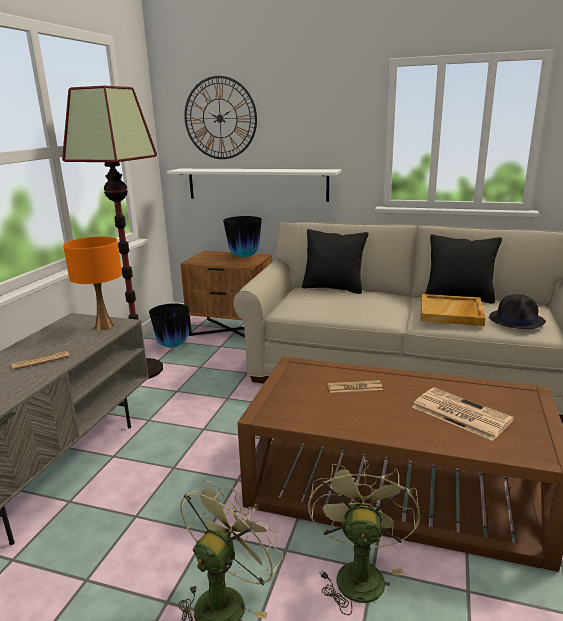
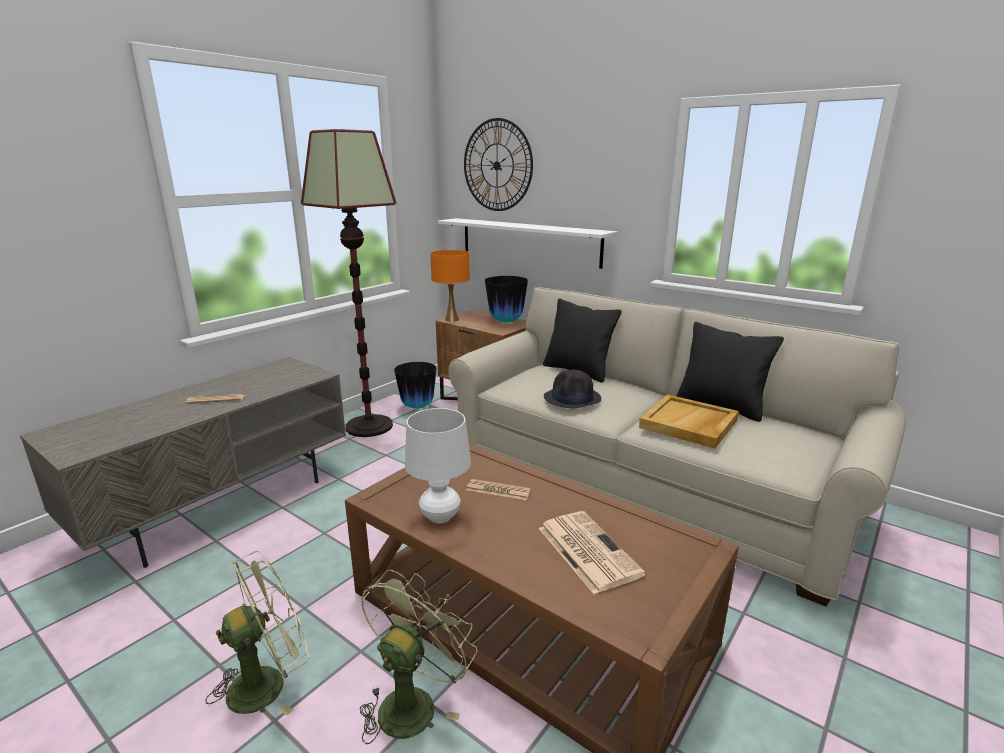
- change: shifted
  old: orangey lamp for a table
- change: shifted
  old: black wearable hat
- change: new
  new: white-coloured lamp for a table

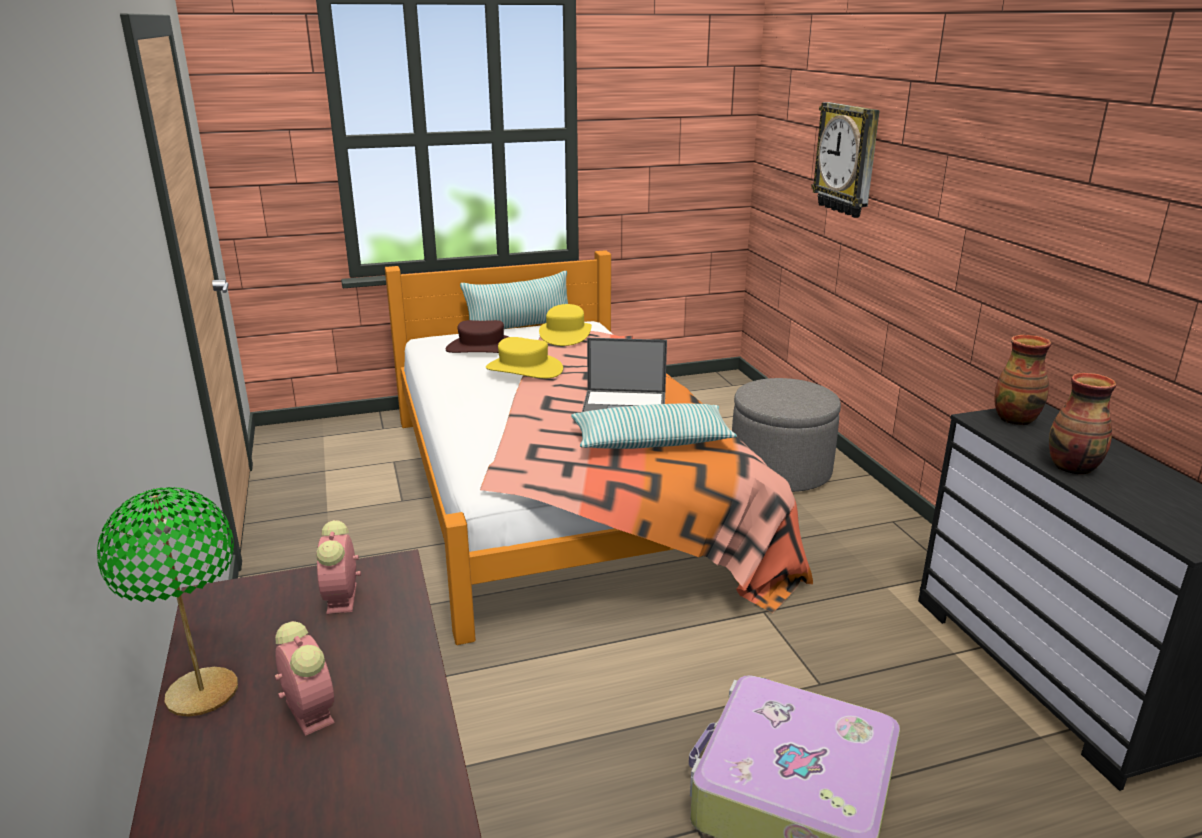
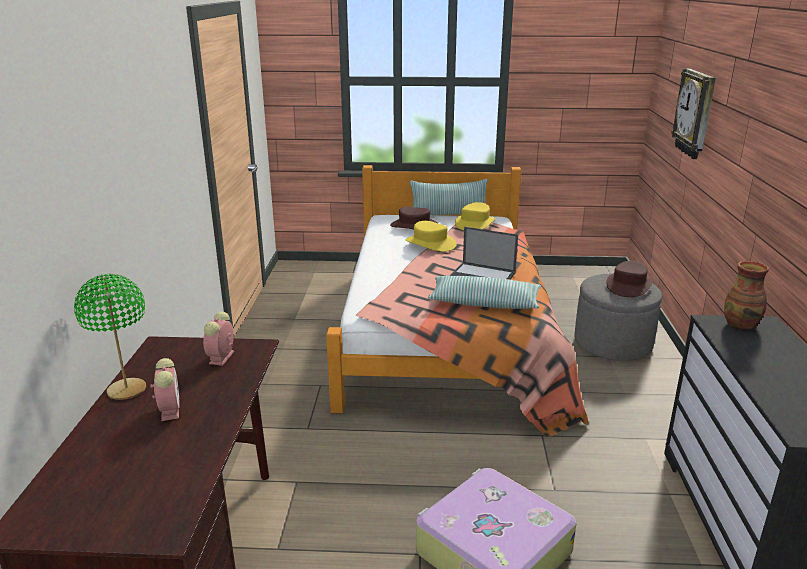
- change: gone
  old: vase (no. 2 from left)
- change: new
  new: brownish wearable hat (no. 2 from left)

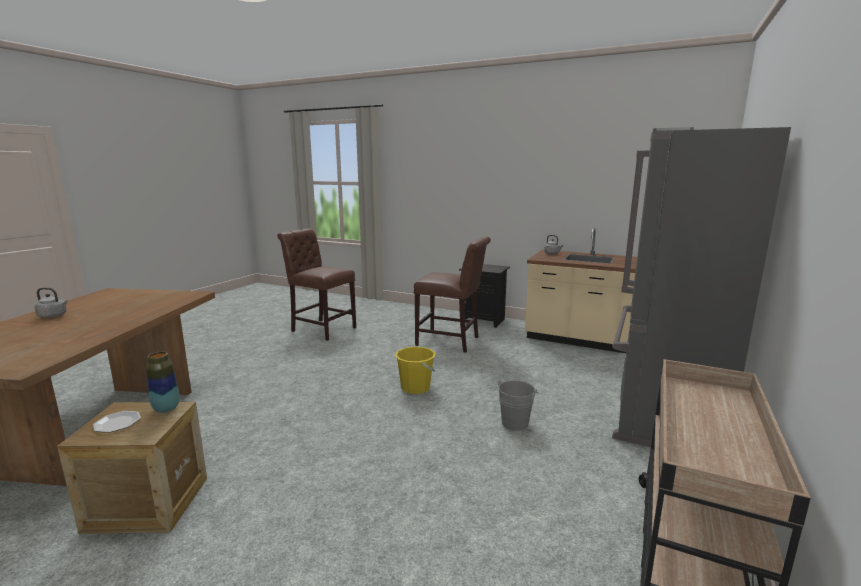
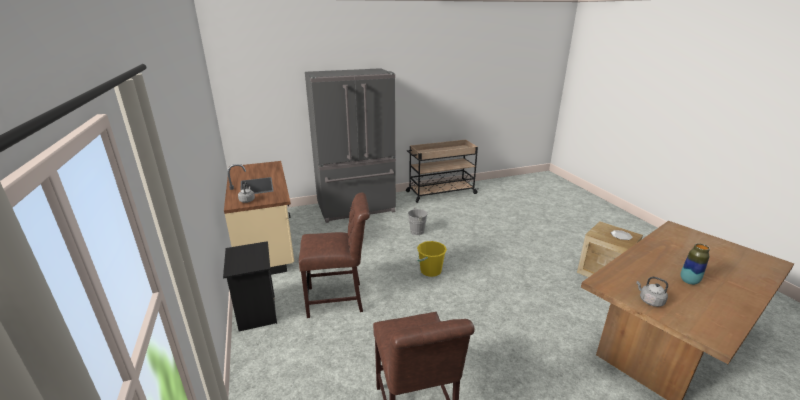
- change: rotated
  old: brownish chair (no. 2 from left in the first image)
  degrees: 105
- change: shifted
  old: grey kettle (no. 1 from left in the first image)
  new: grey kettle (no. 2 from left)
- change: shifted
  old: vase

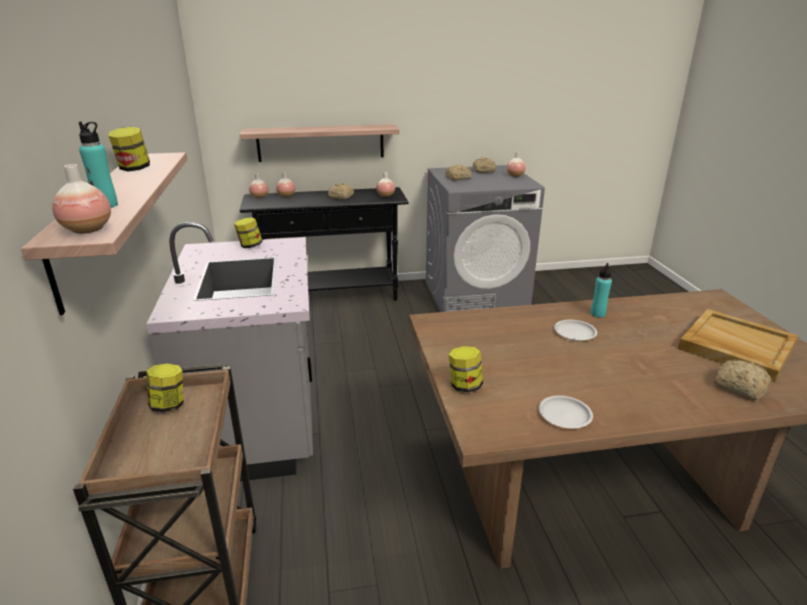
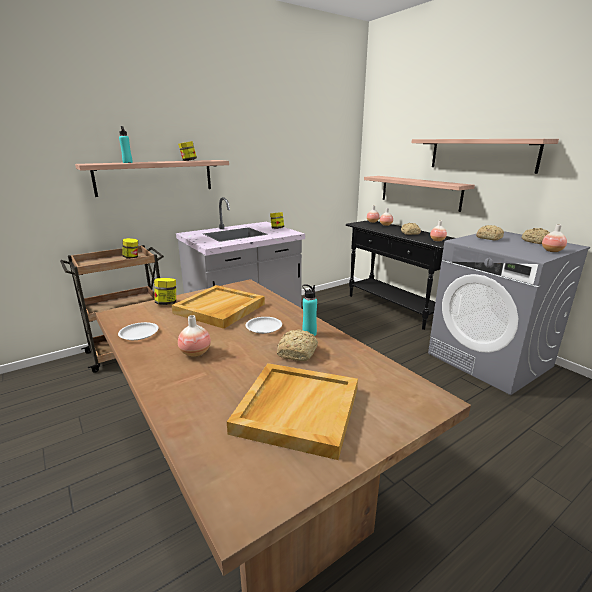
- change: shifted
  old: vase (no. 1 from left)
- change: shifted
  old: bakery bread (no. 4 from left in the first image)
  new: bakery bread (no. 1 from left)
- change: new
  new: bracket shelf (no. 3 from left)
- change: new
  new: beige-coloured carrying tray (no. 1 from left)

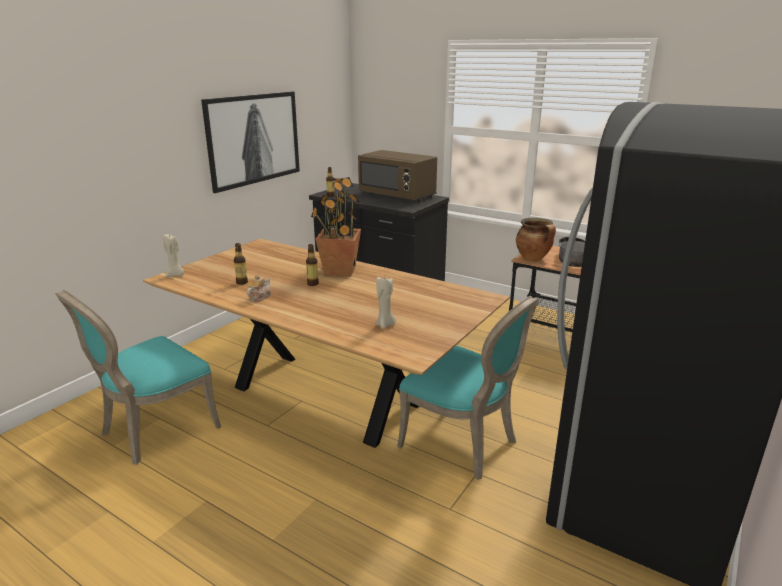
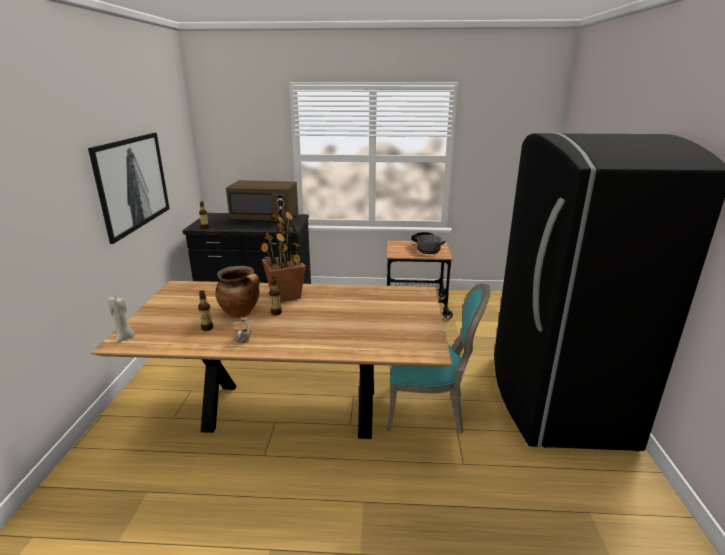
- change: shifted
  old: cooking pot (no. 1 from left)
- change: gone
  old: beige-coloured candle (no. 2 from left)
- change: gone
  old: turquoise chair (no. 1 from left)

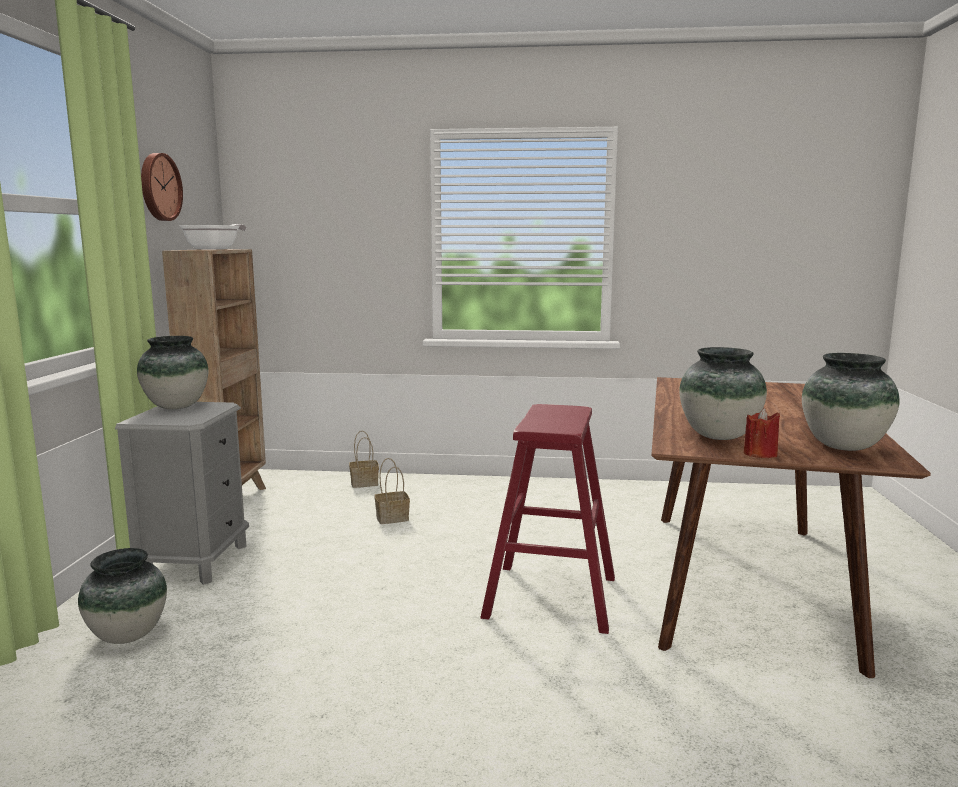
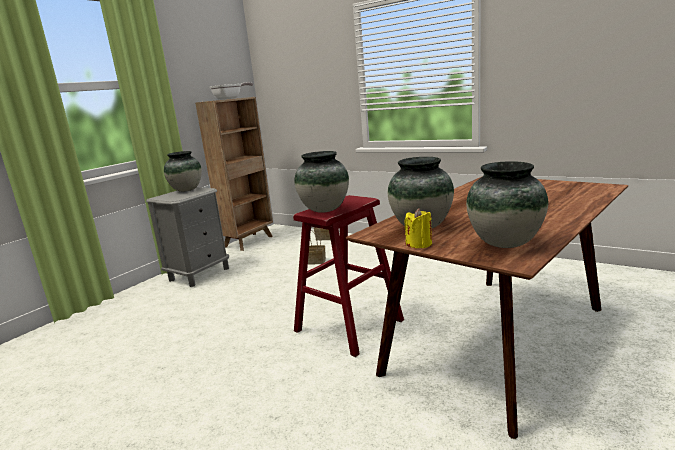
- change: gone
  old: clock on the wall
- change: repainted
  old: red candle
  new: yellow-coloured candle
- change: shifted
  old: vase (no. 1 from left in the first image)
  new: vase (no. 2 from left)

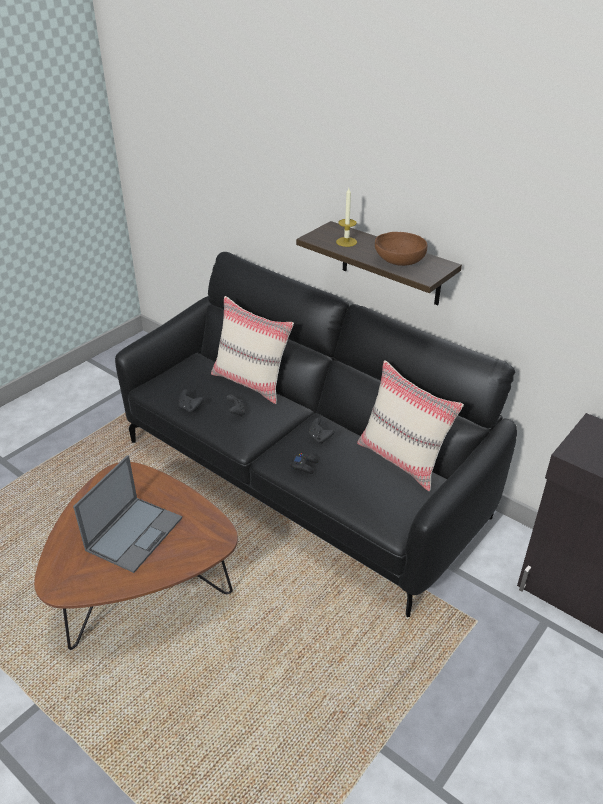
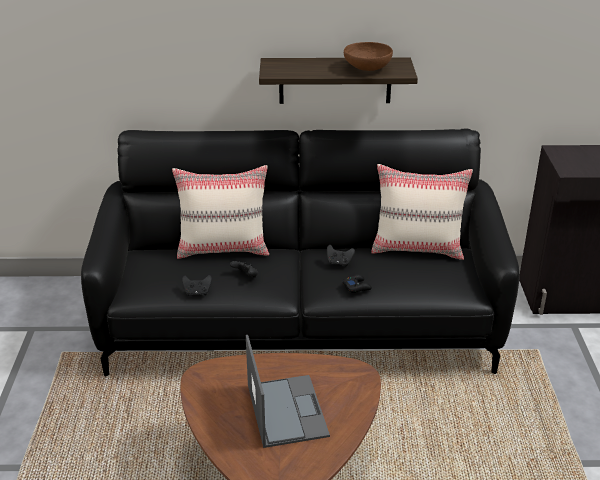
- change: gone
  old: candle

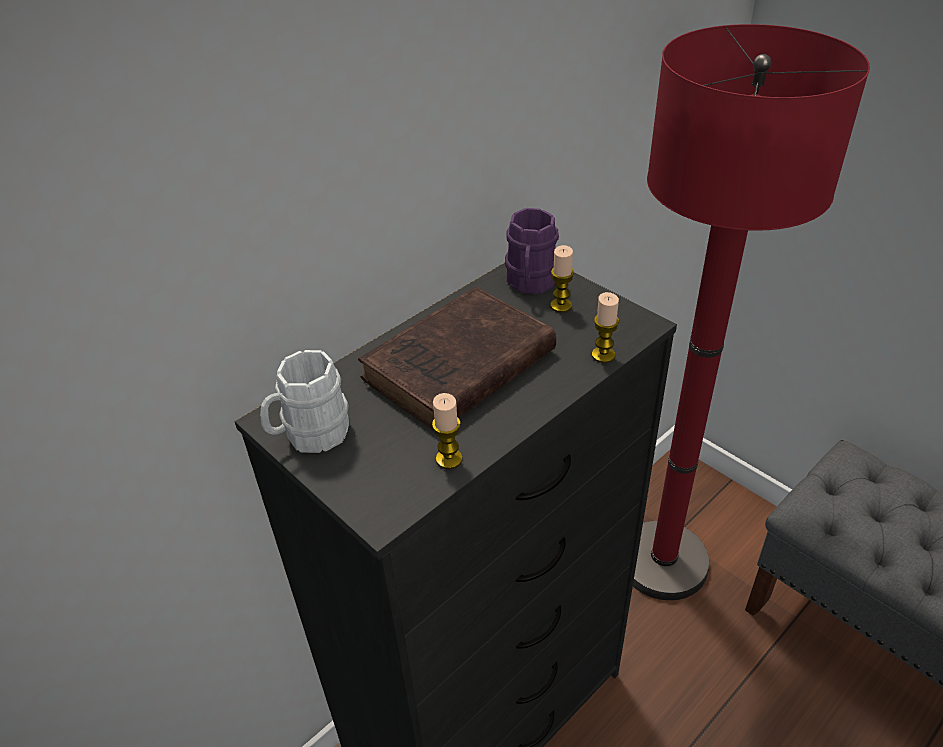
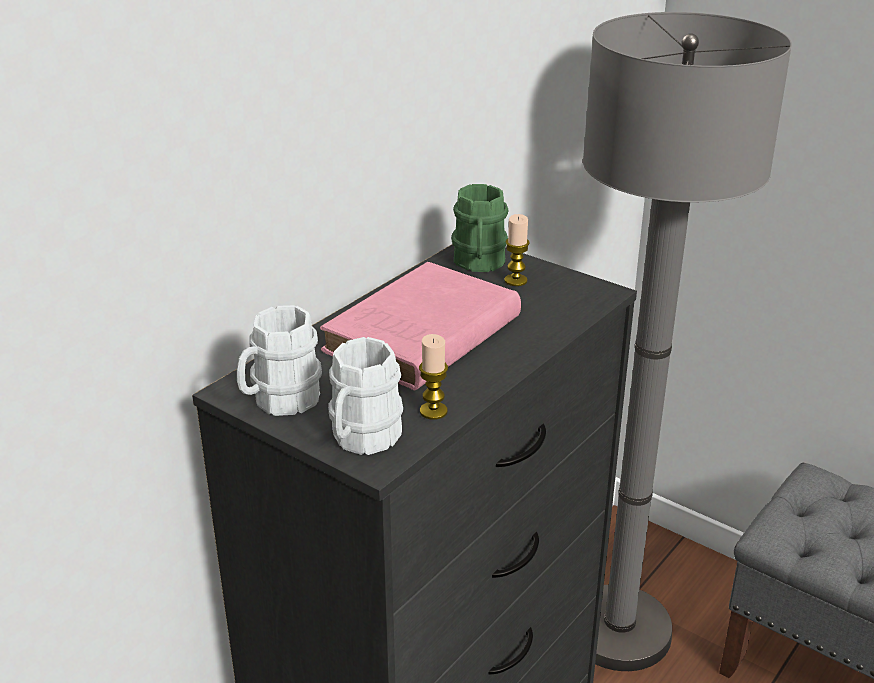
- change: repainted
  old: red standard lamp
  new: grey standard lamp
- change: repainted
  old: purple-coloured coffee mug
  new: green coffee mug
- change: repainted
  old: brownish volume
  new: pinkish volume
- change: gone
  old: candle (no. 3 from left)
- change: new
  new: white-coloured coffee mug (no. 2 from left)

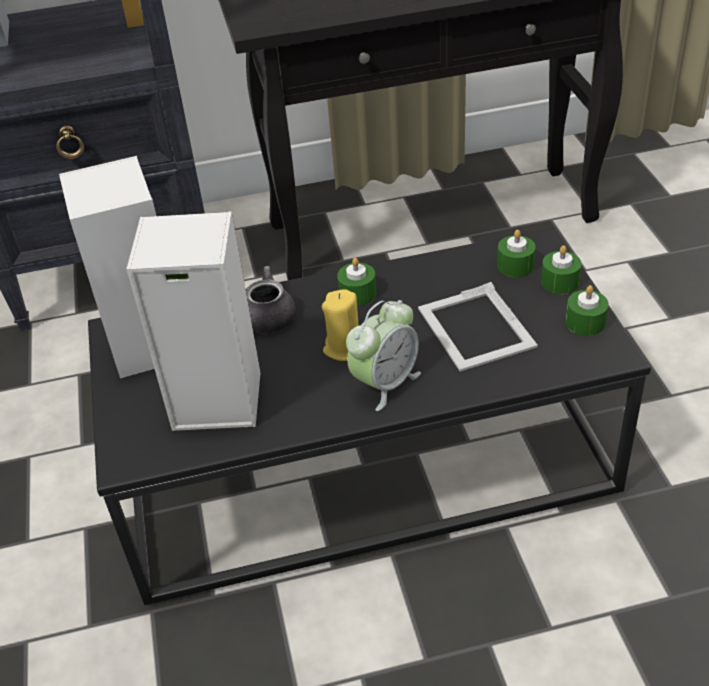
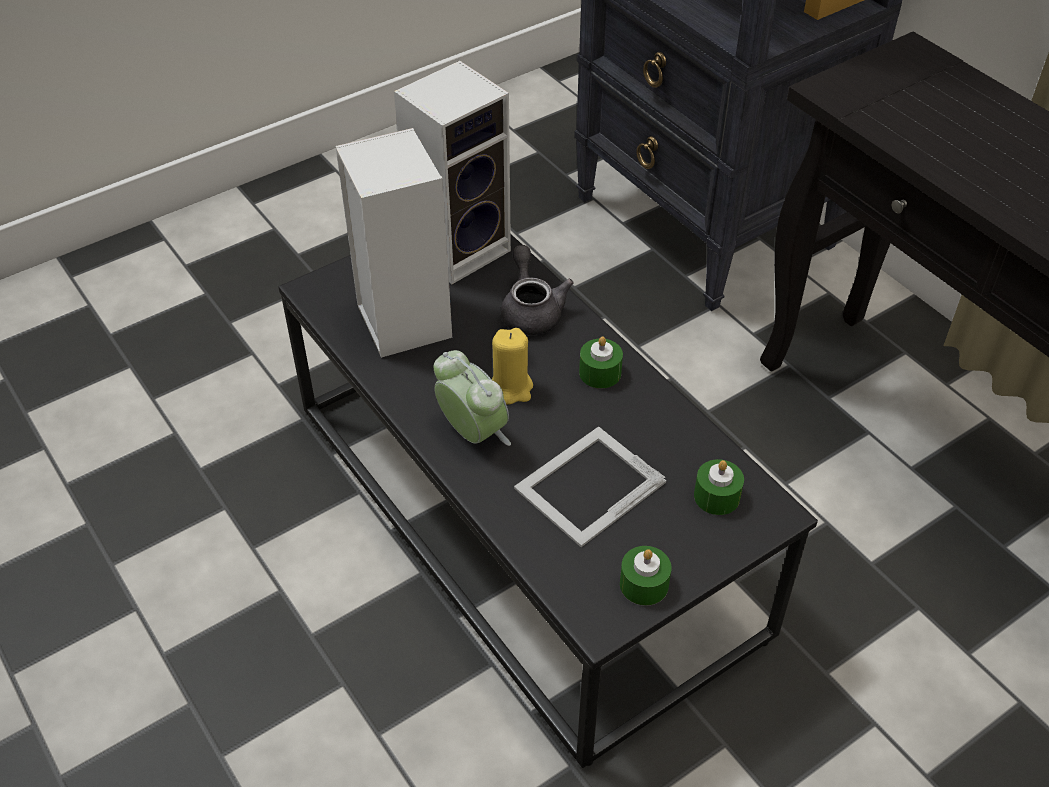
- change: gone
  old: green candle (no. 3 from left)
- change: rotated
  old: table clock
  degrees: -150

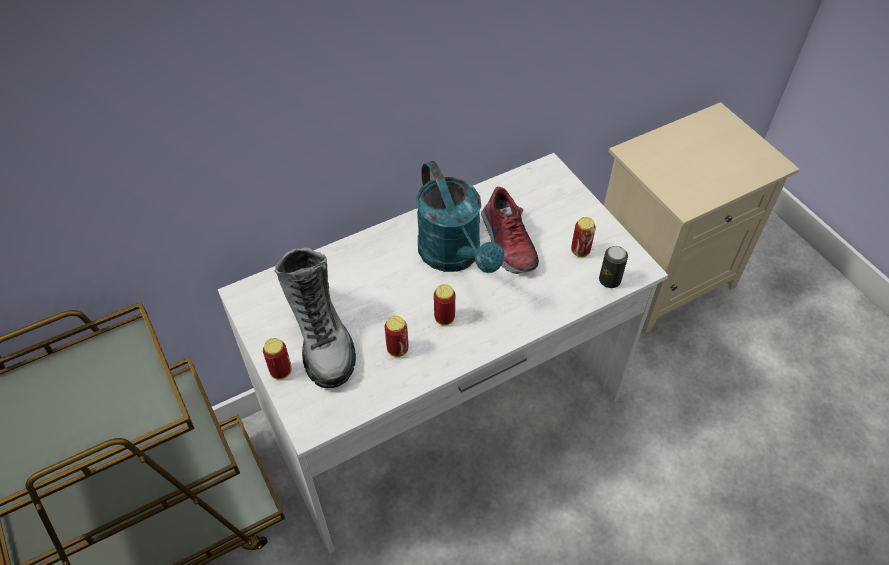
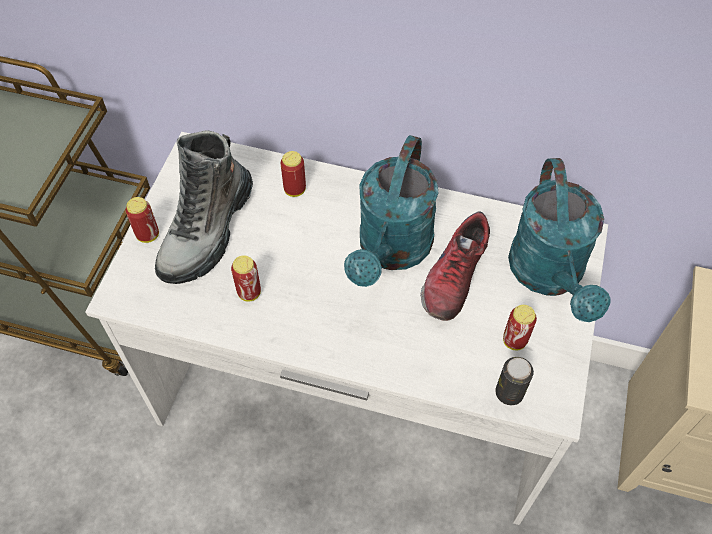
- change: shifted
  old: metal can (no. 3 from left)
- change: new
  new: turquoise watering pot (no. 2 from left)

